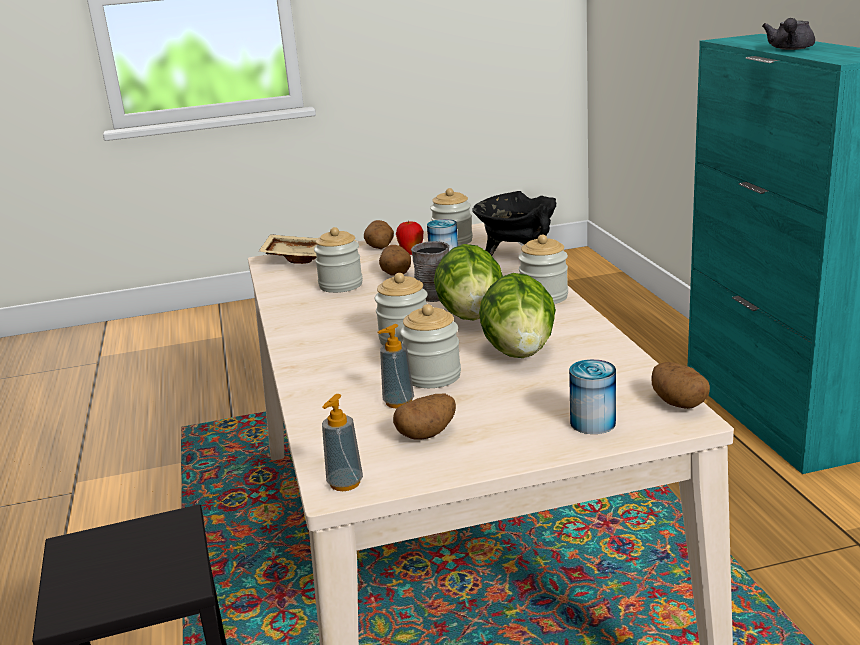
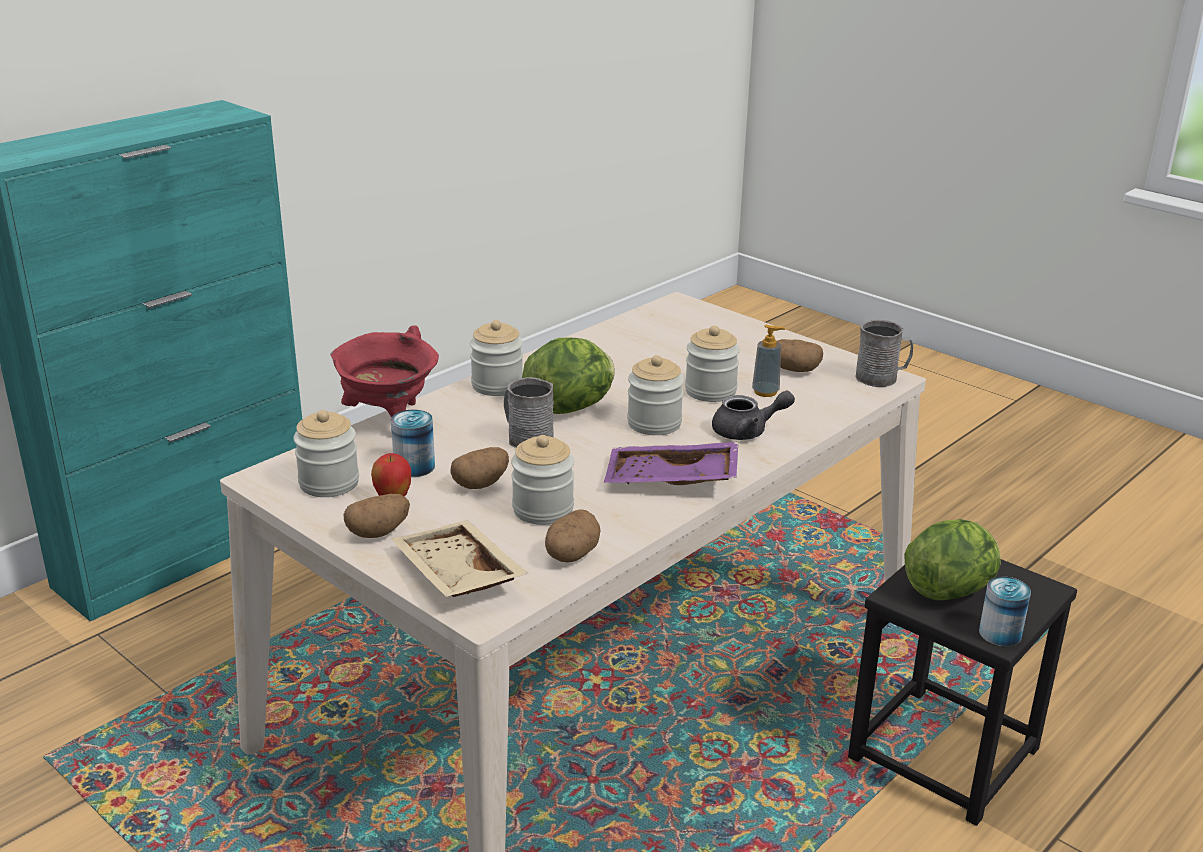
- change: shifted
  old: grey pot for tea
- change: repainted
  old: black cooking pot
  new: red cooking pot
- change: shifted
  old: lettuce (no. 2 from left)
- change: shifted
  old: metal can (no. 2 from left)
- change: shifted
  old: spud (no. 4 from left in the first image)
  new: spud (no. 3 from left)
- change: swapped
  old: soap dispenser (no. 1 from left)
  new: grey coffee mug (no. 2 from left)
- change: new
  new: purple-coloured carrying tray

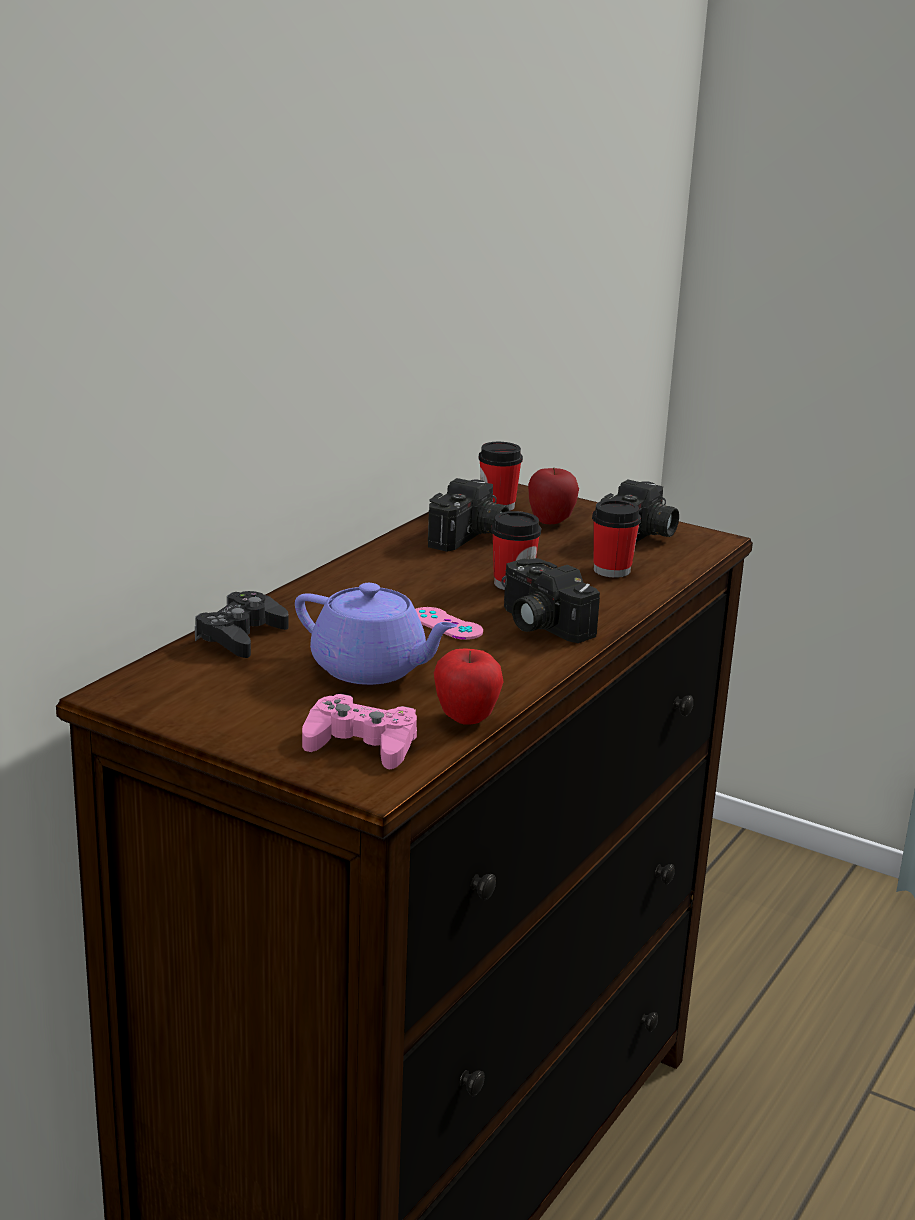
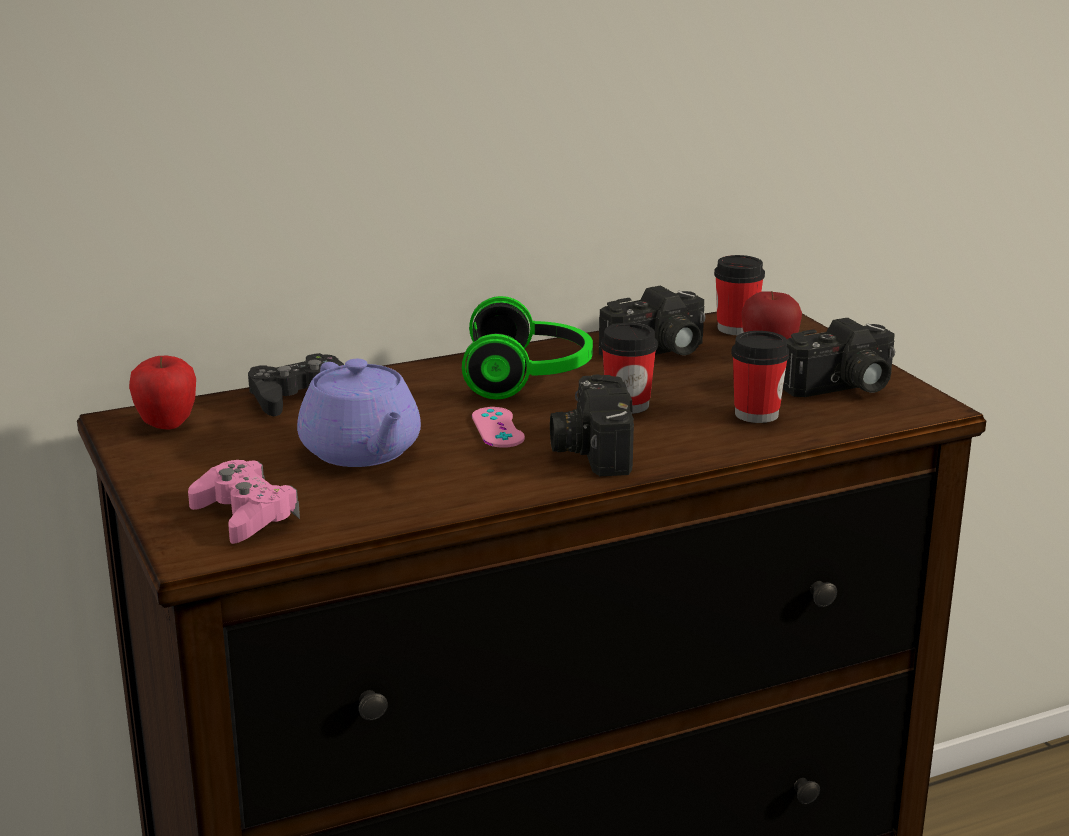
- change: shifted
  old: apple fruit (no. 1 from left)
- change: new
  new: headphones

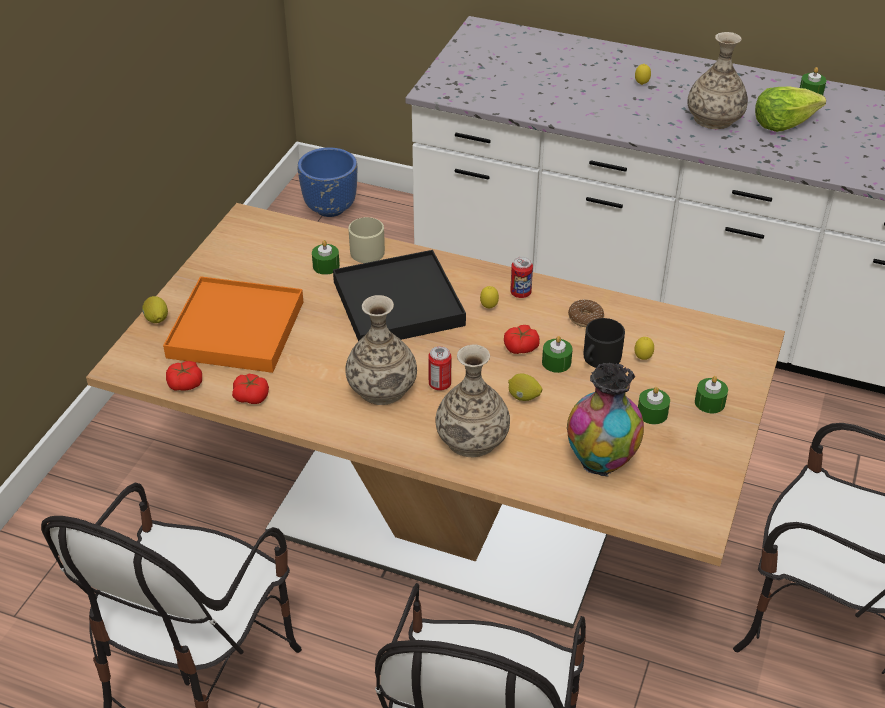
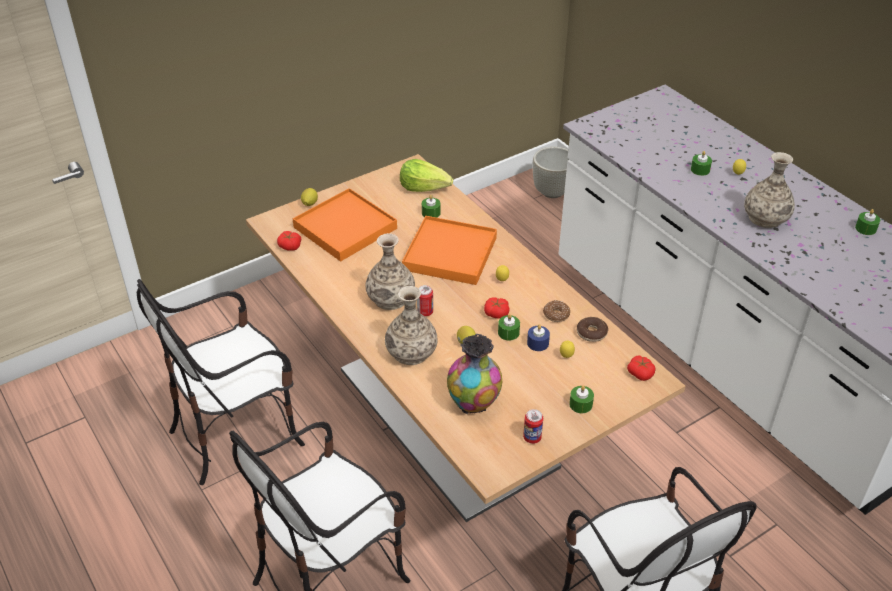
- change: shifted
  old: lettuce
- change: repainted
  old: blue flower pot
  new: grey flower pot
- change: gone
  old: beige-coloured coffee mug
- change: repainted
  old: black carrying tray
  new: orangey carrying tray (no. 2 from left)
- change: shifted
  old: metal can (no. 2 from left)
- change: swapped
  old: black coffee mug
  new: blue candle
- change: shifted
  old: fresh tomato (no. 2 from left in the first image)
  new: fresh tomato (no. 3 from left)
- change: shifted
  old: green candle (no. 3 from left in the first image)
  new: green candle (no. 4 from left)
- change: new
  new: doughnut (no. 2 from left)

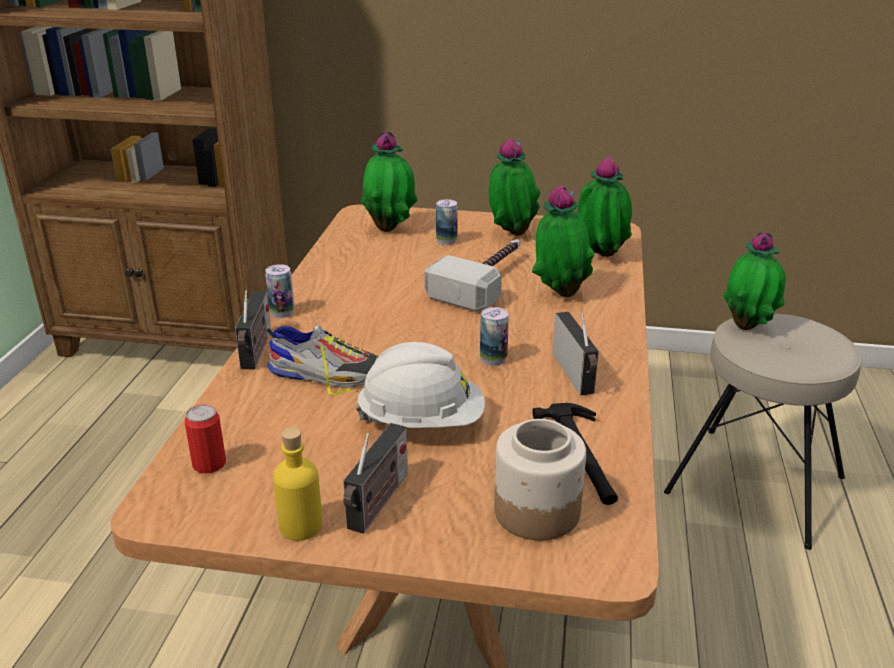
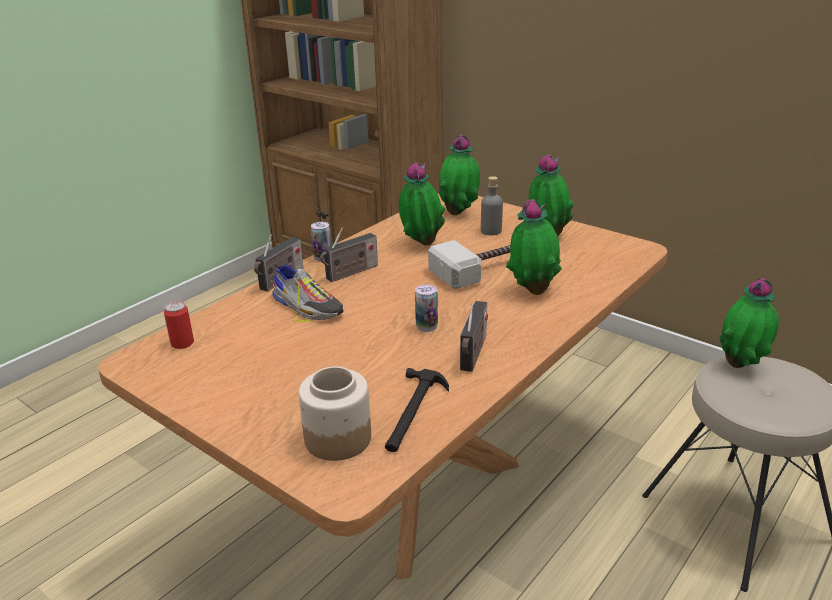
- change: shifted
  old: potted plant (no. 4 from left in the first image)
  new: potted plant (no. 1 from left)
- change: swapped
  old: metal can (no. 3 from left)
  new: grey drink bottle
- change: gone
  old: white-coloured work helmet
- change: shifted
  old: radio (no. 2 from left)
- change: gone
  old: yellow-coloured drink bottle

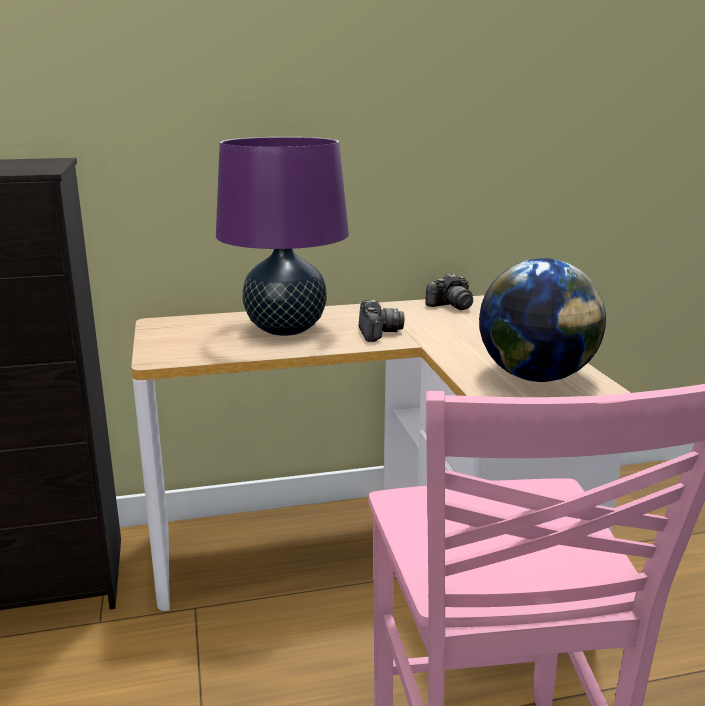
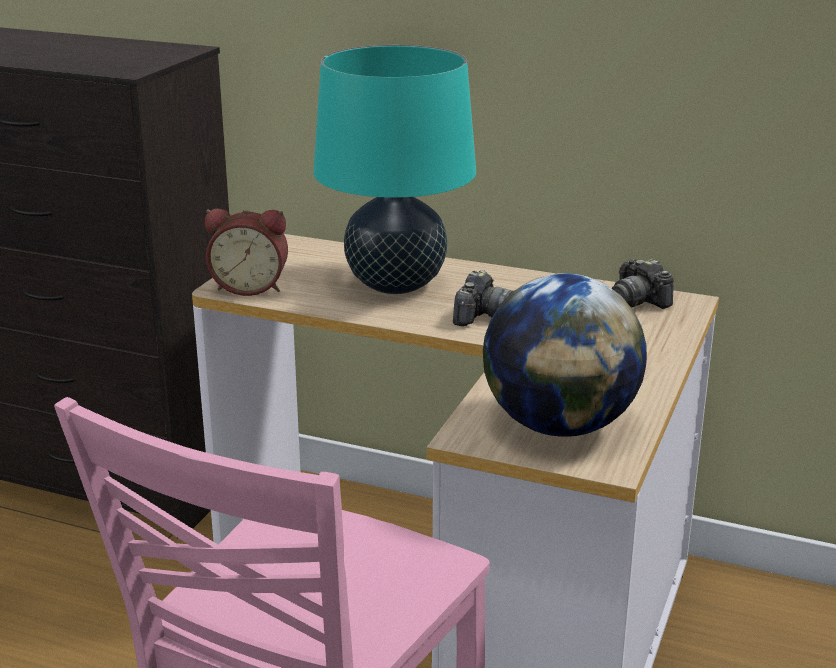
- change: repainted
  old: purple-coloured lamp for a table
  new: turquoise lamp for a table
- change: rotated
  old: photo camera (no. 2 from left)
  degrees: 45
- change: new
  new: table clock

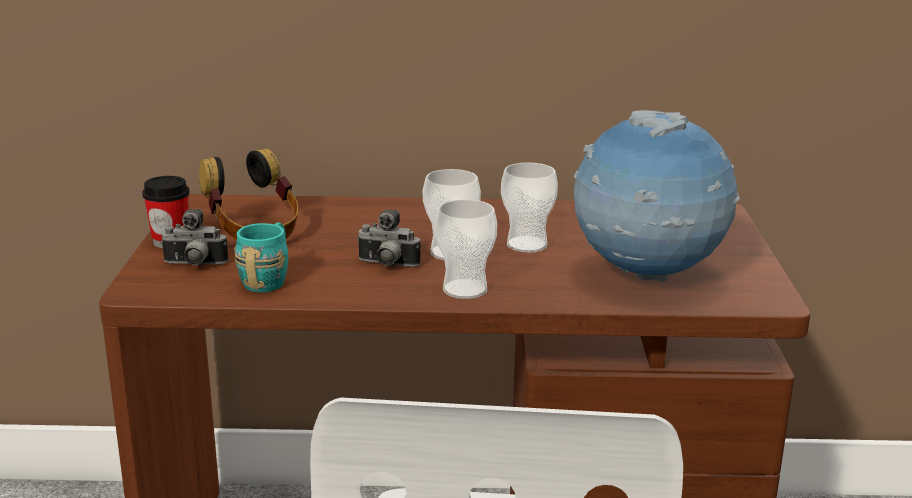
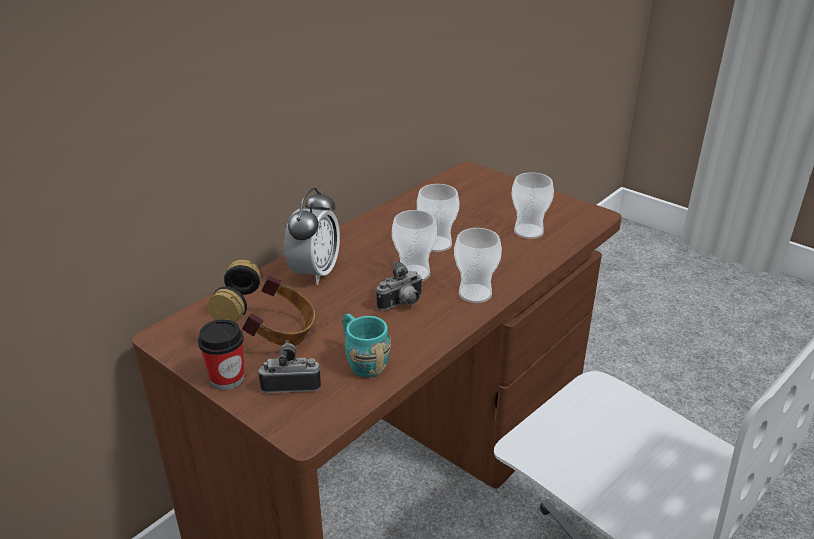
- change: swapped
  old: world globe
  new: drinking cup (no. 5 from left)
- change: rotated
  old: photo camera (no. 1 from left)
  degrees: -135
- change: new
  new: table clock

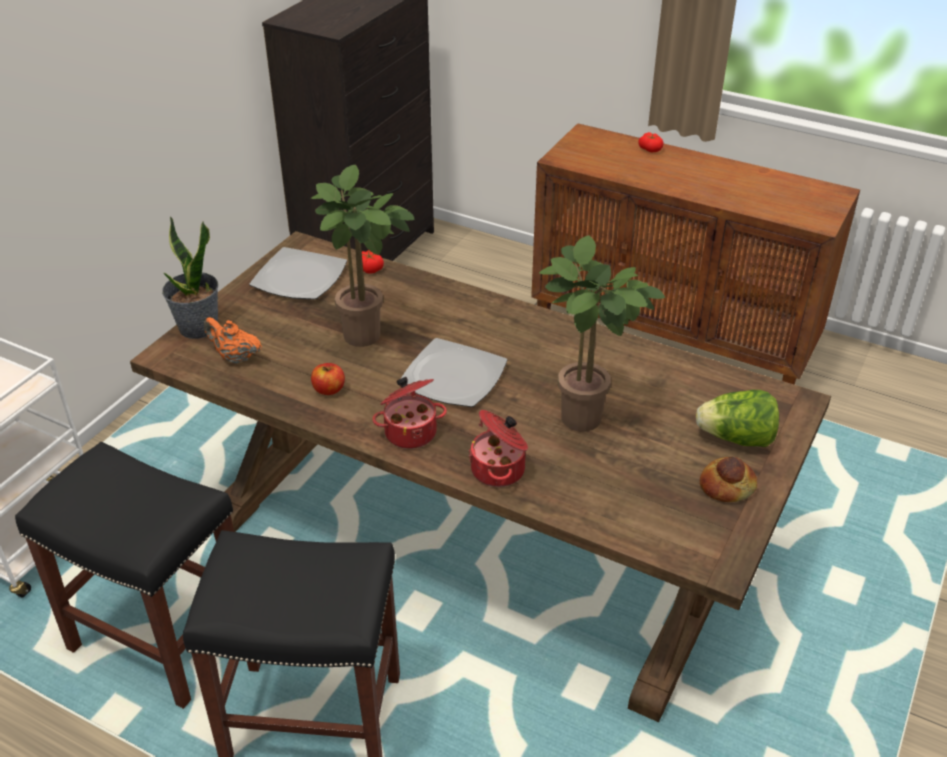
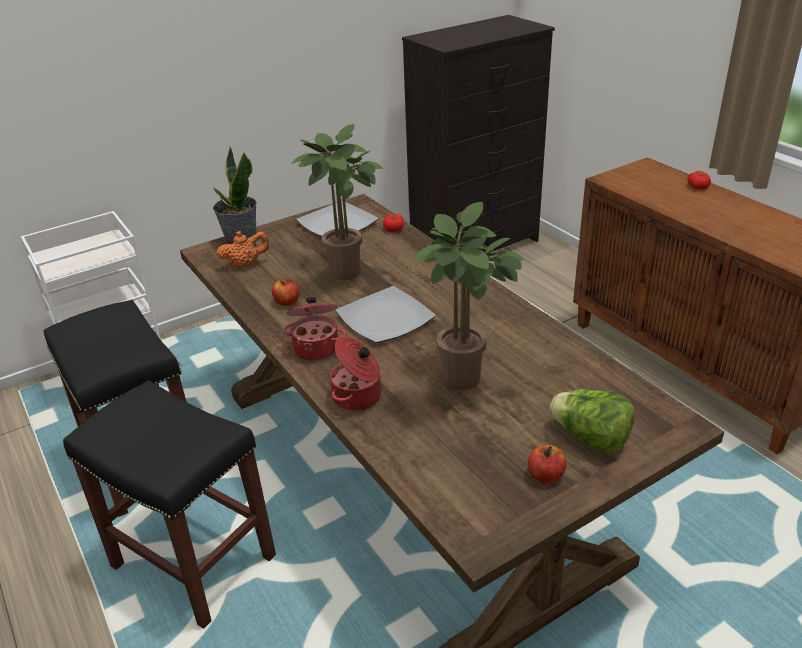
- change: rotated
  old: orangey pot for tea
  degrees: 105
- change: swapped
  old: bakery bread
  new: apple fruit (no. 2 from left)

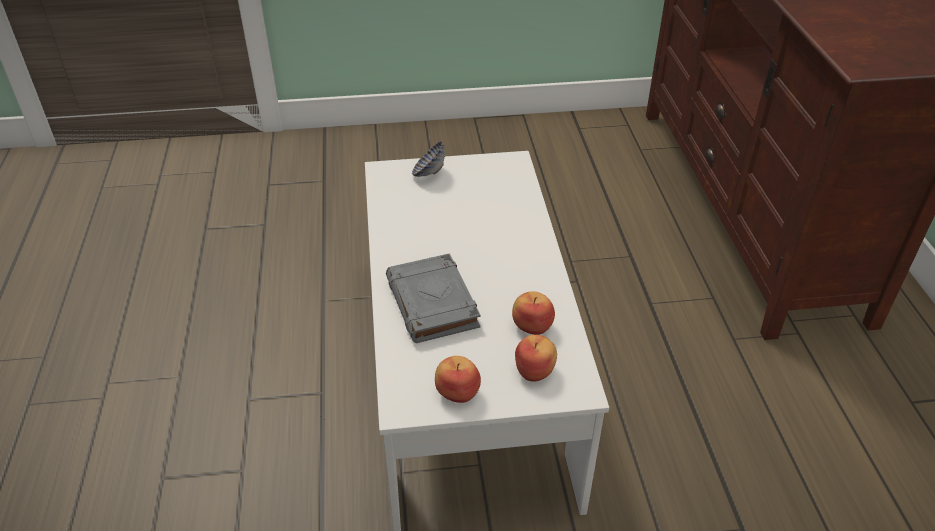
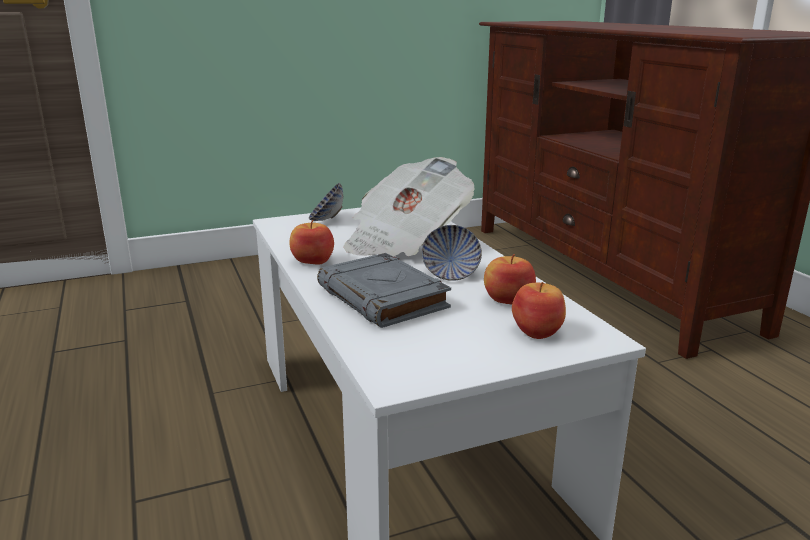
- change: shifted
  old: apple fruit (no. 1 from left)
- change: new
  new: daily paper
- change: new
  new: bowl (no. 2 from left)

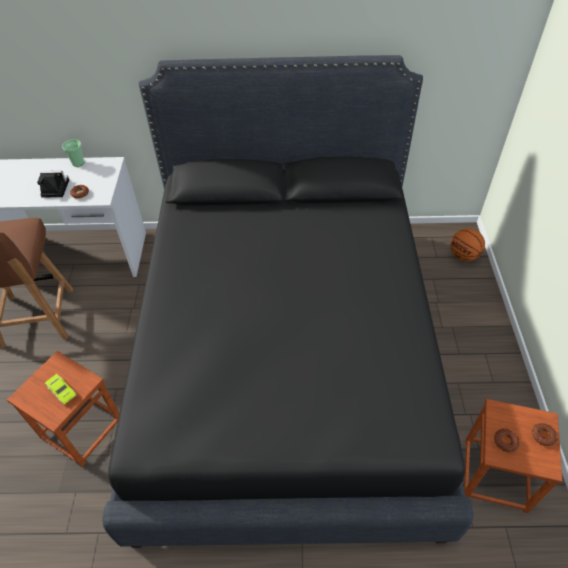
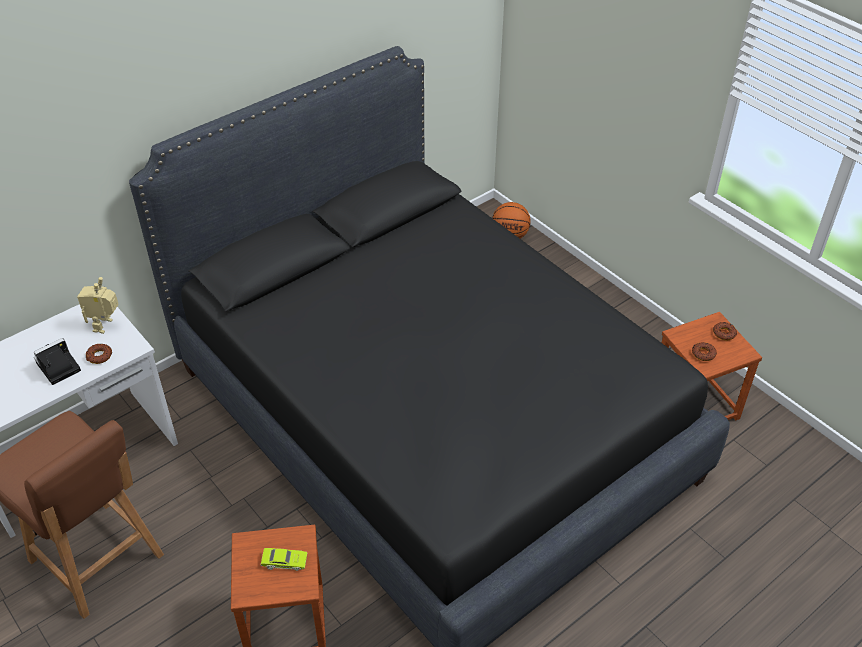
- change: gone
  old: drinking cup
- change: new
  new: model robot

